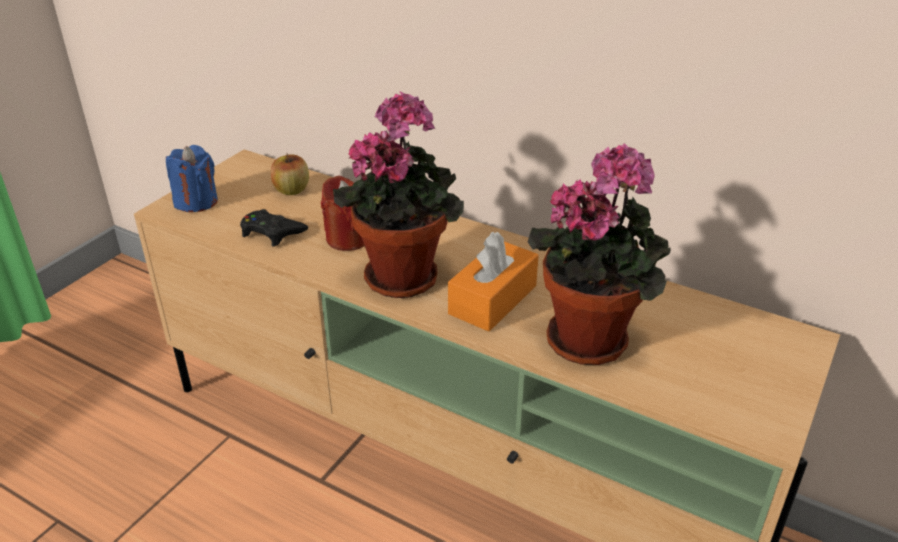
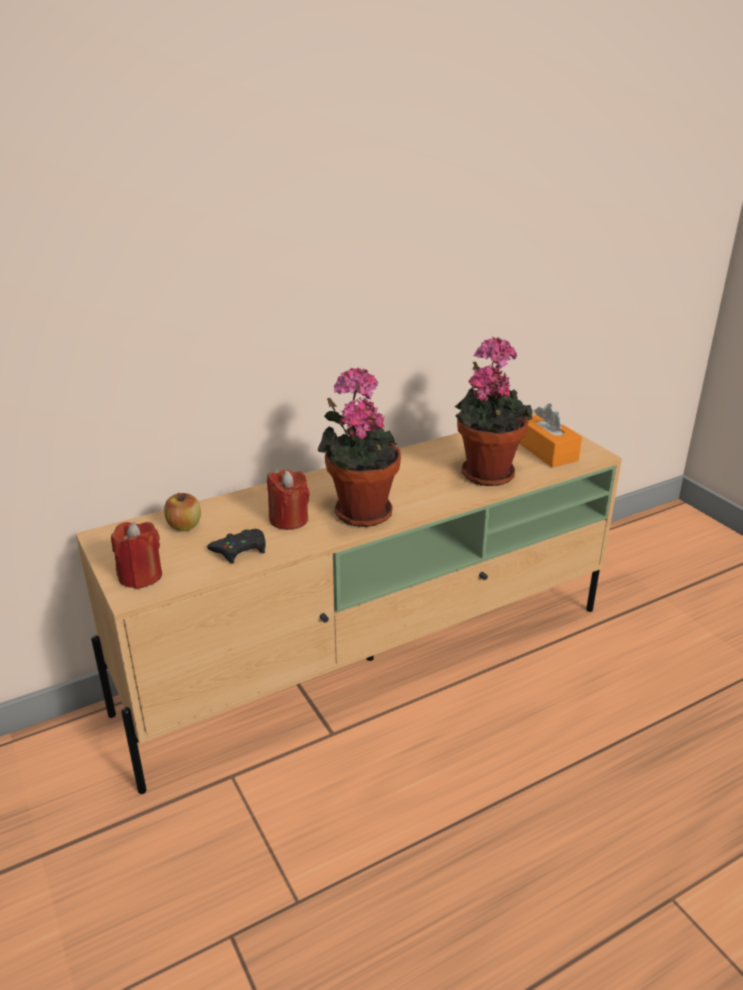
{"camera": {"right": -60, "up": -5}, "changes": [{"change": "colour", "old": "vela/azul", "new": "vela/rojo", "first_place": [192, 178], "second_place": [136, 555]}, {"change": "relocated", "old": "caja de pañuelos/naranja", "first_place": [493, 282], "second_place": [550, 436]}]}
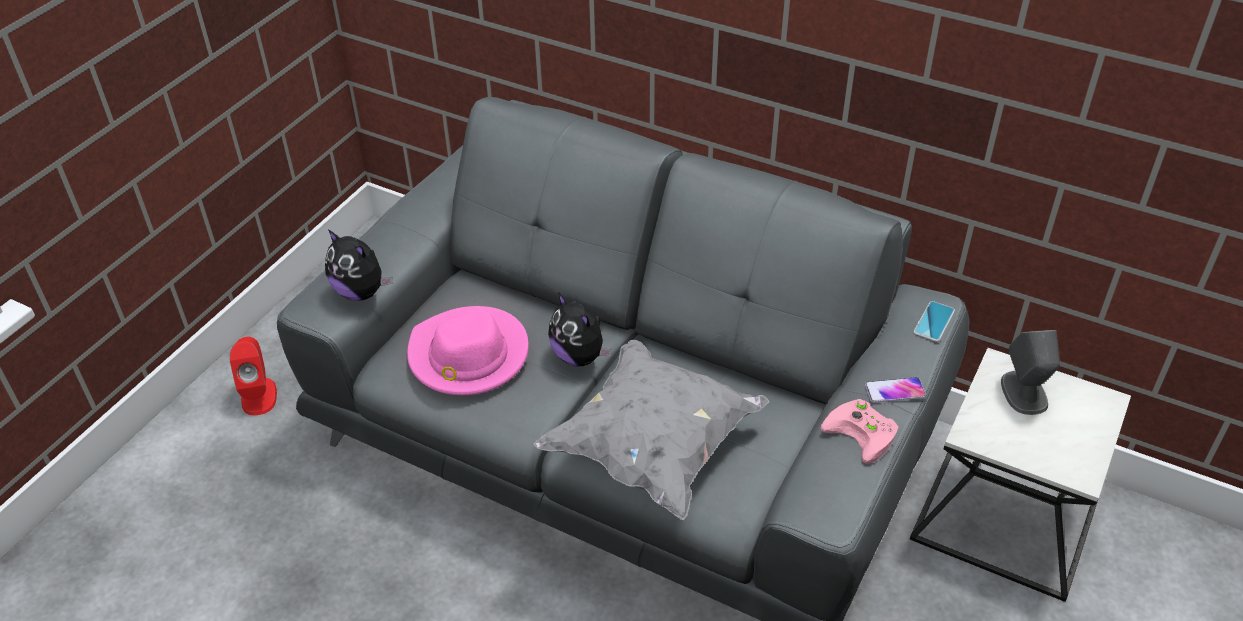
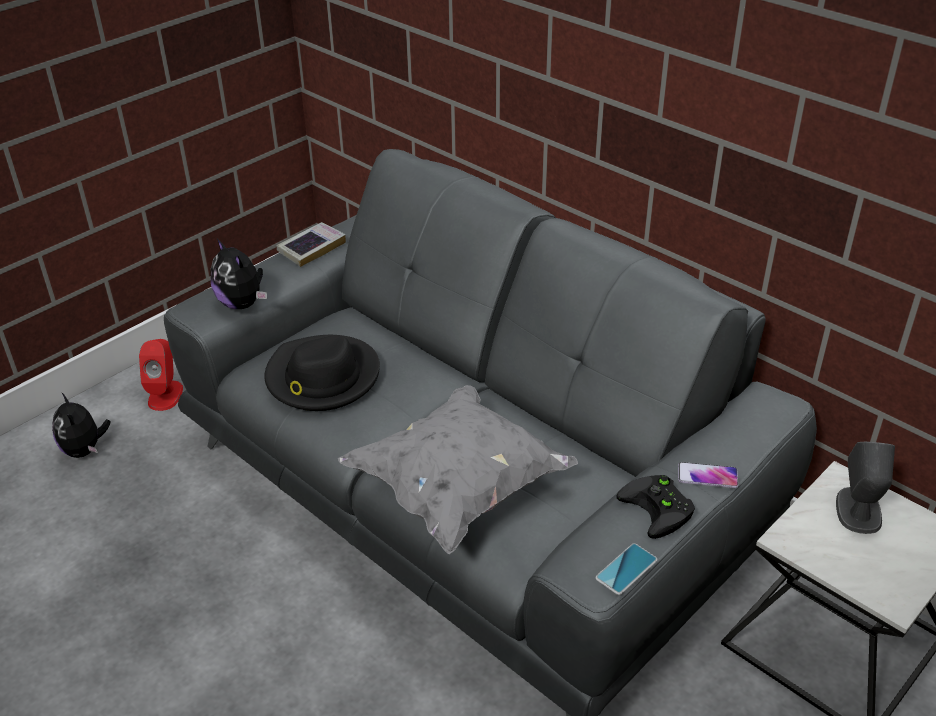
{"camera": {"right": 15, "up": -5}, "changes": [{"change": "relocated", "old": "peluche", "first_place": [580, 329], "second_place": [81, 425]}, {"change": "relocated", "old": "móvil", "first_place": [934, 321], "second_place": [626, 569]}, {"change": "colour", "old": "sombrero/rosa", "new": "sombrero/negro", "first_place": [468, 350], "second_place": [322, 373]}, {"change": "colour", "old": "mando de consola/rosa", "new": "mando de consola/negro", "first_place": [859, 431], "second_place": [655, 507]}, {"change": "appeared", "new": "libro", "second_place": [311, 244]}]}
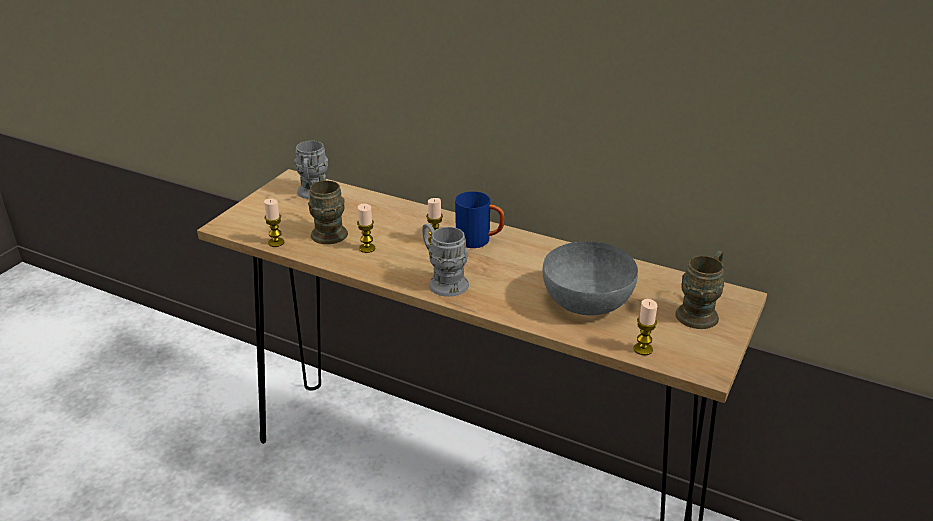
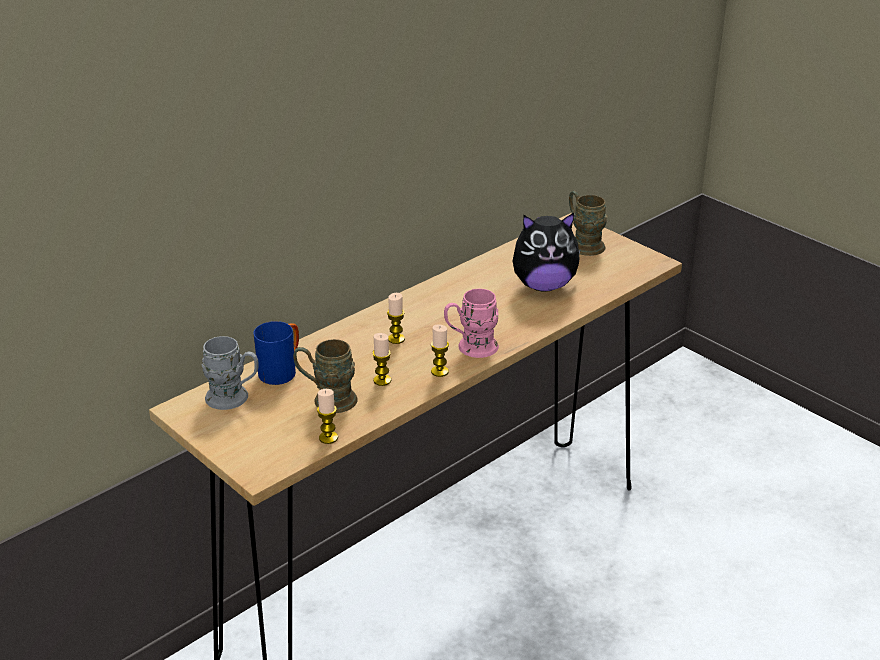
{"camera": {"right": -70, "up": 0}, "changes": [{"change": "relocated", "old": "taza grande/azul", "first_place": [480, 219], "second_place": [276, 353]}, {"change": "colour", "old": "taza grande/gris", "new": "taza grande/rosa", "first_place": [445, 260], "second_place": [471, 323]}, {"change": "exchanged", "old": "cuenco/gris", "new": "peluche", "first_place": [590, 278], "second_place": [547, 252]}, {"change": "relocated", "old": "vela", "first_place": [645, 327], "second_place": [440, 350]}]}
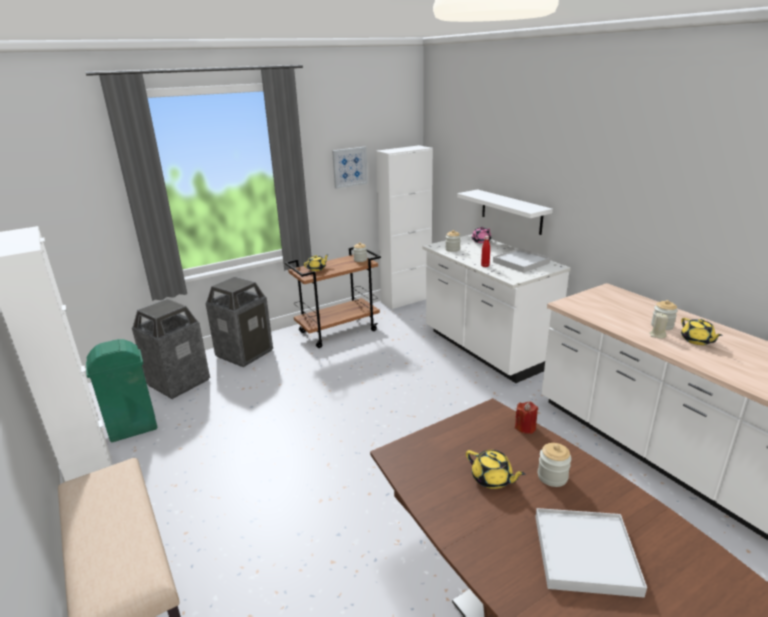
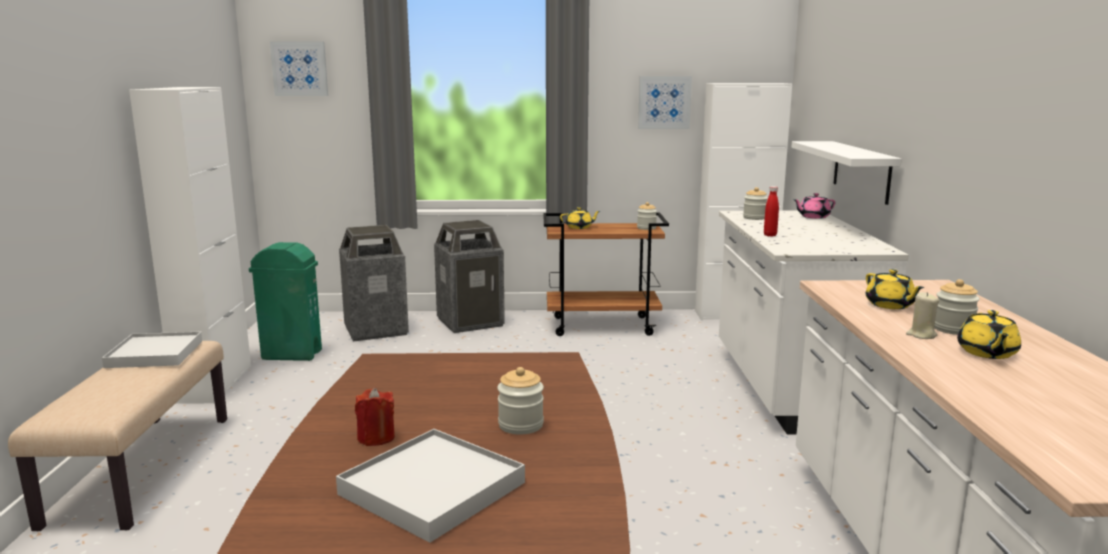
{"camera": {"right": 30, "up": -10}, "changes": [{"change": "relocated", "old": "bandeja/blanco", "first_place": [521, 260], "second_place": [152, 350]}, {"change": "relocated", "old": "vela/rojo", "first_place": [526, 417], "second_place": [375, 417]}, {"change": "relocated", "old": "tetera/amarillo", "first_place": [495, 469], "second_place": [895, 289]}, {"change": "appeared", "new": "cuadro", "second_place": [299, 69]}]}
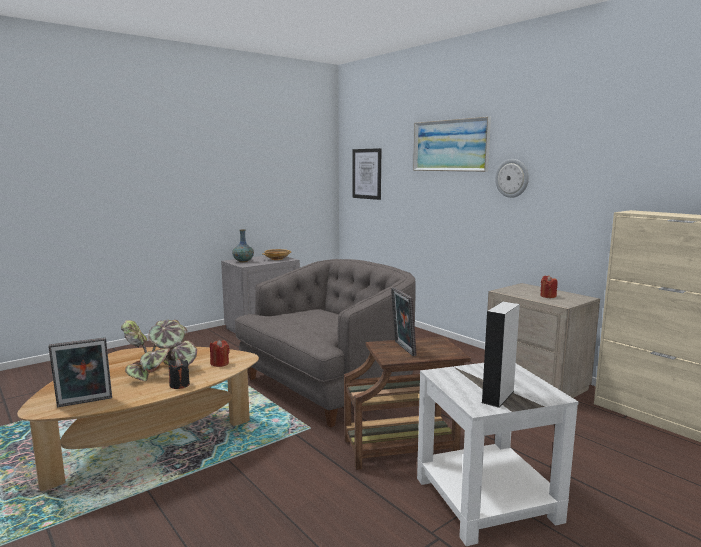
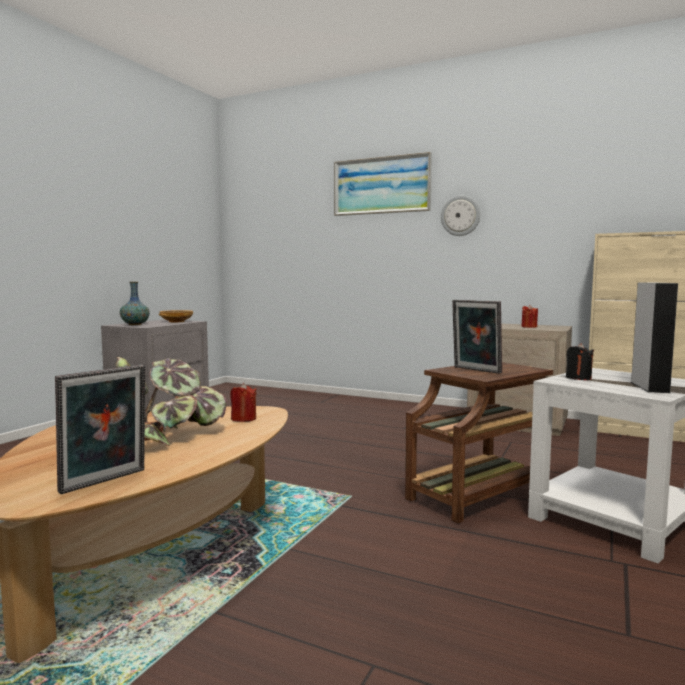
{"camera": {"right": -25, "up": -5}, "changes": [{"change": "missing", "old": "cuadro", "first_place": [367, 174]}, {"change": "missing", "old": "sillón/gris", "first_place": [325, 343]}, {"change": "relocated", "old": "vela/negro", "first_place": [179, 374], "second_place": [580, 361]}]}
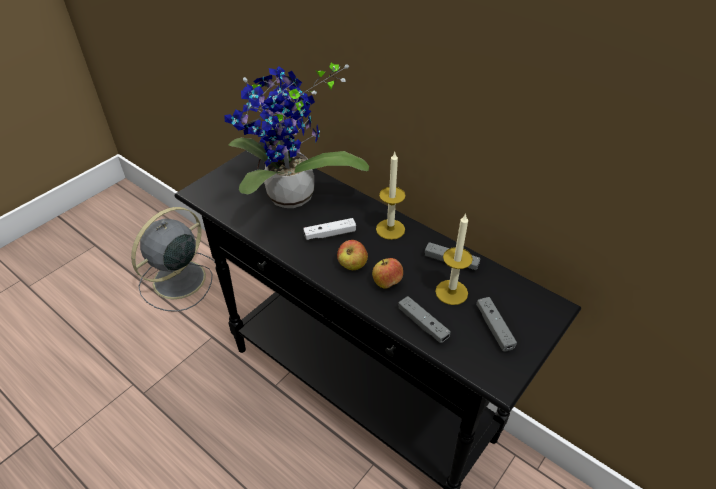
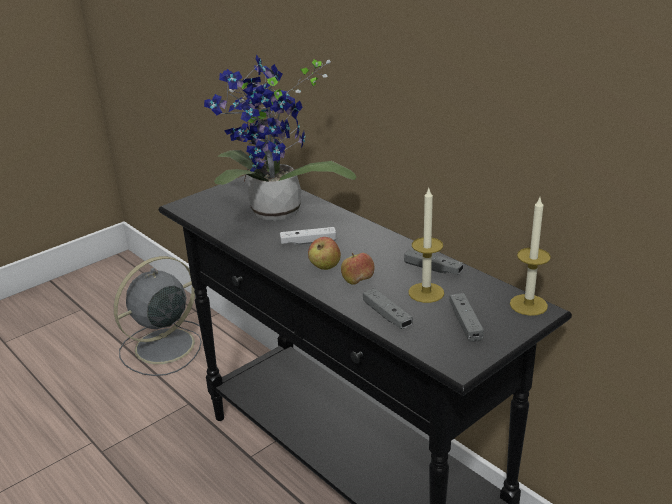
{"camera": {"right": 10, "up": -15}, "changes": [{"change": "relocated", "old": "vela", "first_place": [390, 196], "second_place": [530, 257]}]}
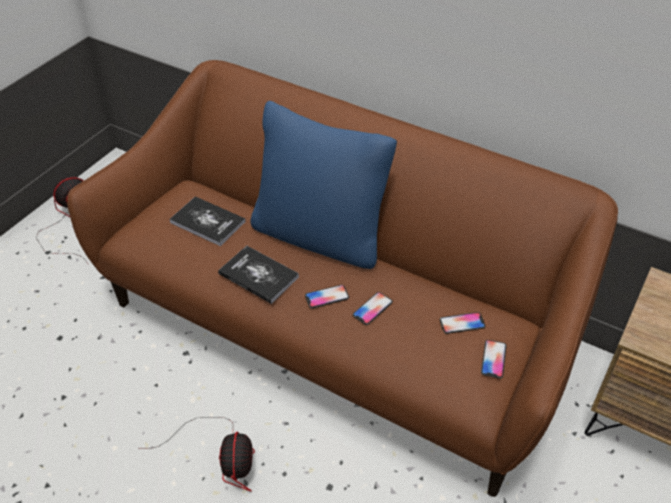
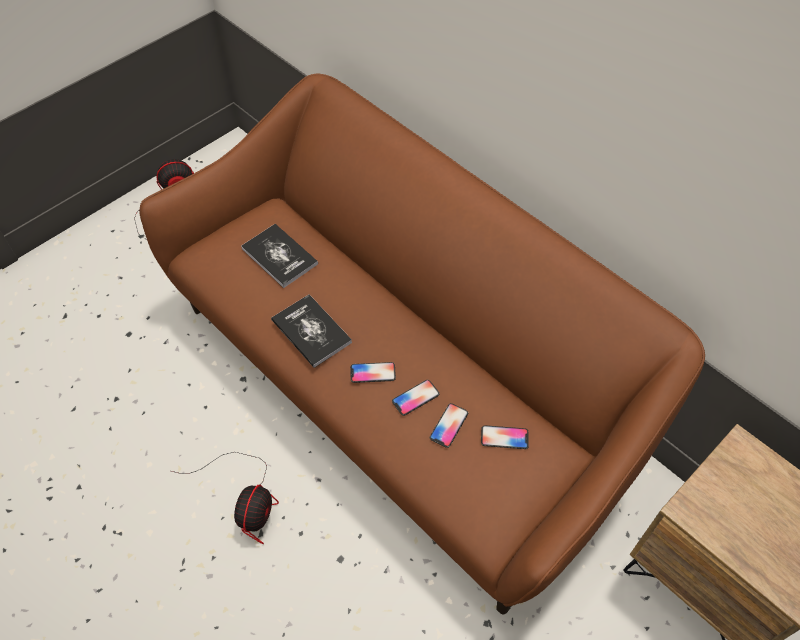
{"camera": {"right": 15, "up": 10}, "changes": [{"change": "missing", "old": "cojín/azul", "first_place": [323, 185]}, {"change": "relocated", "old": "móvil", "first_place": [494, 359], "second_place": [449, 425]}]}
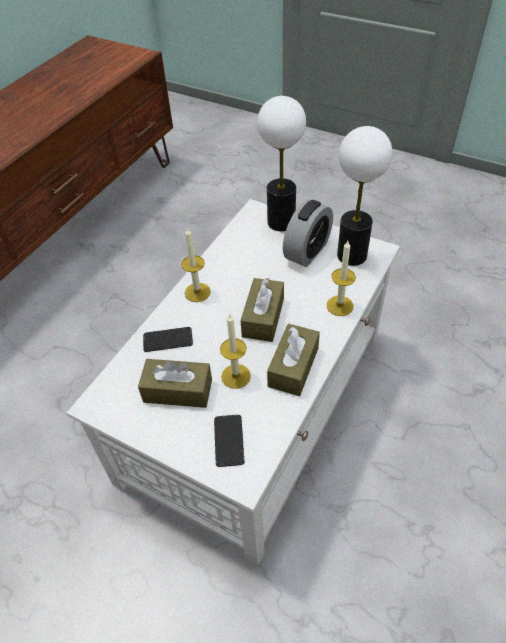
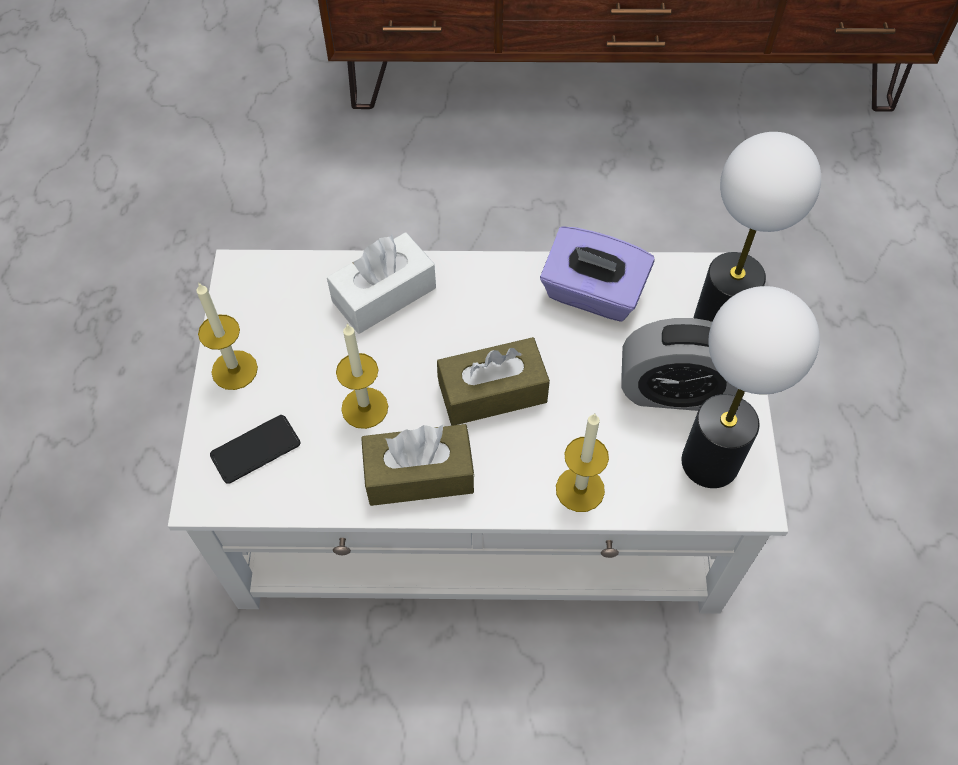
{"camera": {"right": 60, "up": 10}, "changes": [{"change": "relocated", "old": "vela", "first_place": [196, 265], "second_place": [227, 336]}, {"change": "exchanged", "old": "móvil", "new": "caja de pañuelos/blanco", "first_place": [168, 339], "second_place": [381, 283]}, {"change": "missing", "old": "caja de pañuelos/marrón", "first_place": [175, 383]}, {"change": "appeared", "new": "caja de pañuelos/morado", "second_place": [597, 274]}]}
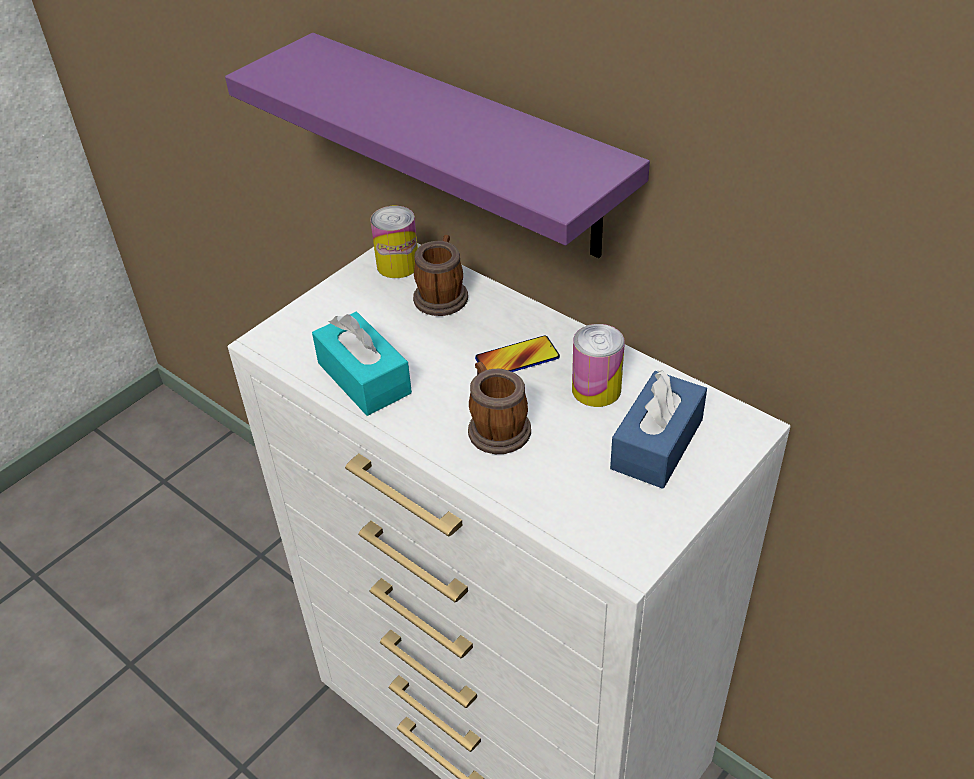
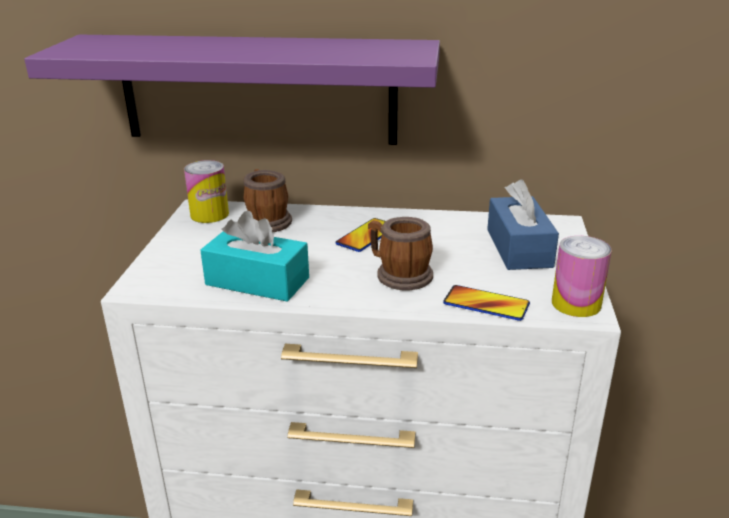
{"camera": {"right": -35, "up": -15}, "changes": [{"change": "relocated", "old": "lata", "first_place": [598, 365], "second_place": [582, 276]}, {"change": "appeared", "new": "móvil", "second_place": [486, 303]}]}
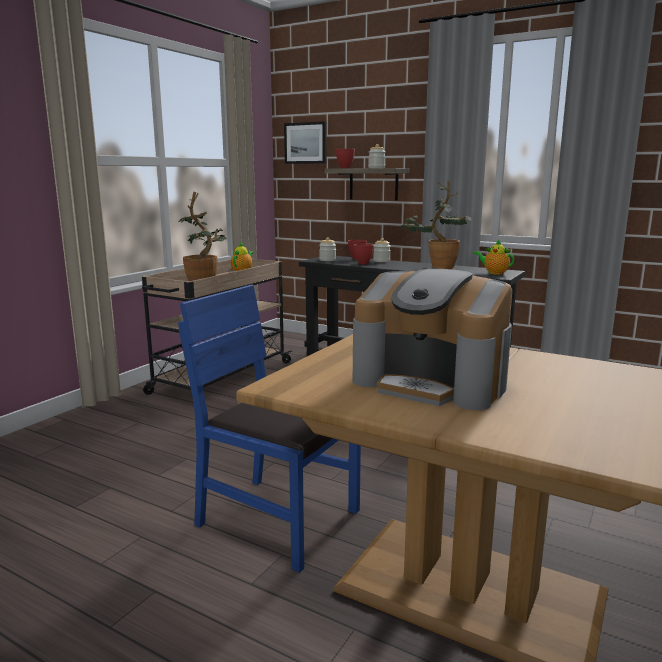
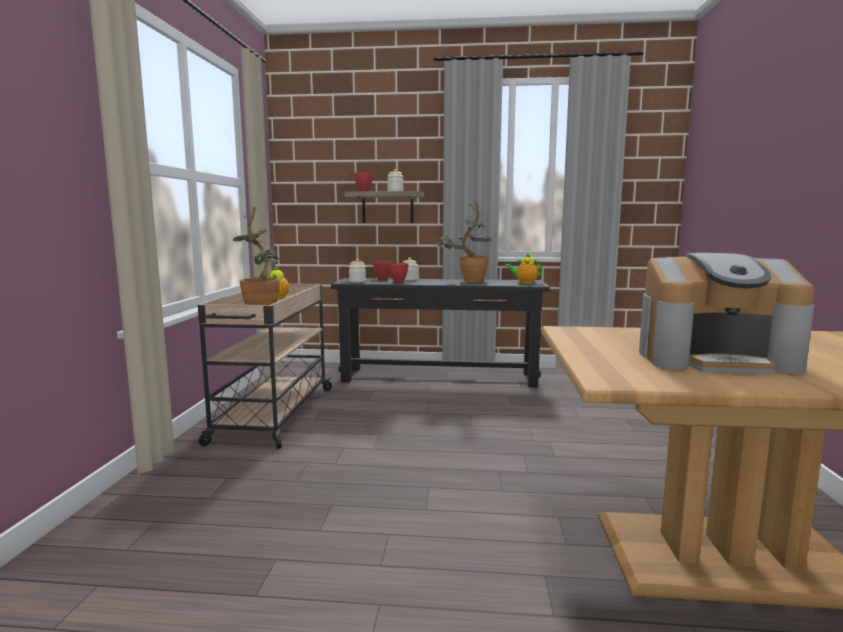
{"camera": {"right": -25, "up": -5}, "changes": [{"change": "missing", "old": "cuadro", "first_place": [305, 142]}, {"change": "missing", "old": "silla/azul", "first_place": [269, 429]}]}
